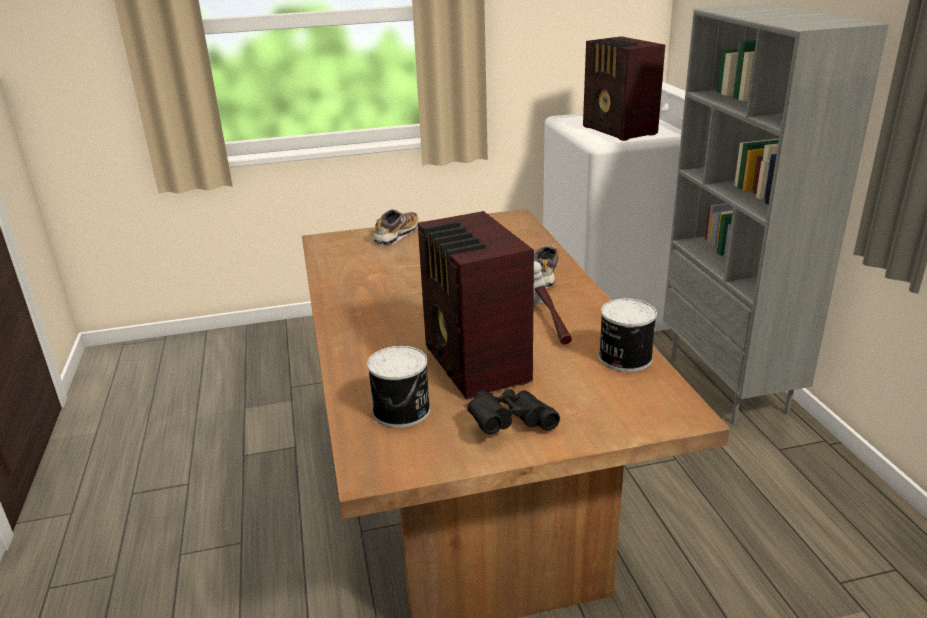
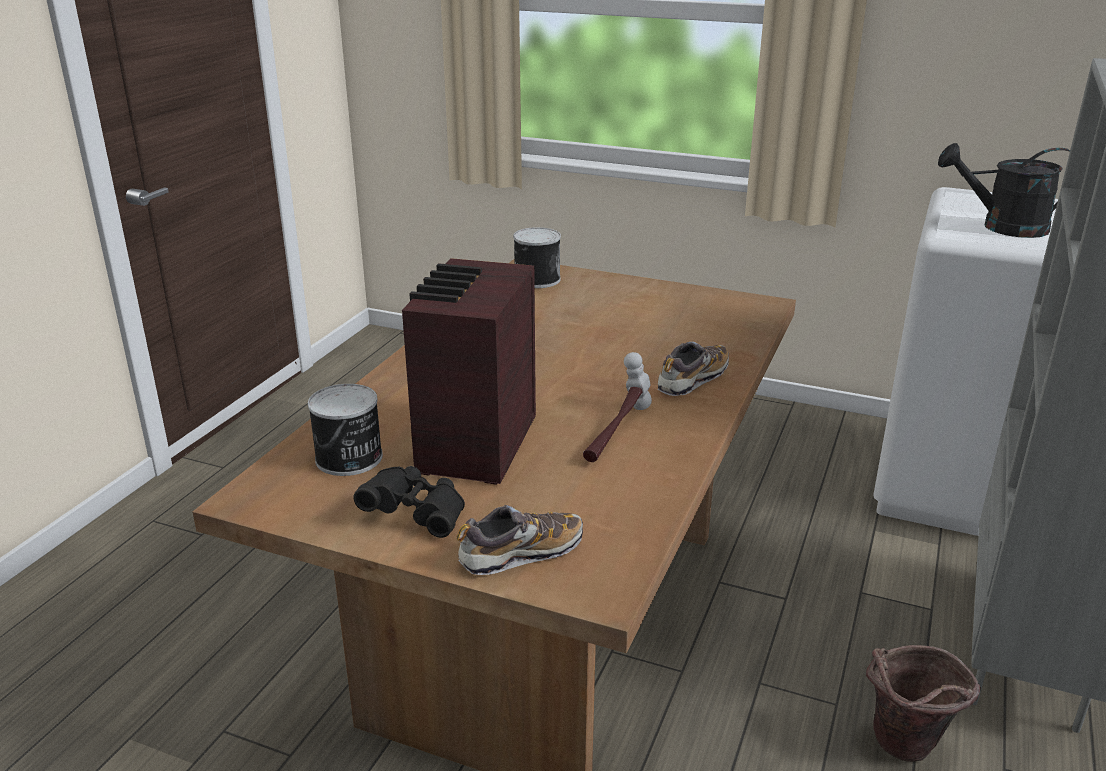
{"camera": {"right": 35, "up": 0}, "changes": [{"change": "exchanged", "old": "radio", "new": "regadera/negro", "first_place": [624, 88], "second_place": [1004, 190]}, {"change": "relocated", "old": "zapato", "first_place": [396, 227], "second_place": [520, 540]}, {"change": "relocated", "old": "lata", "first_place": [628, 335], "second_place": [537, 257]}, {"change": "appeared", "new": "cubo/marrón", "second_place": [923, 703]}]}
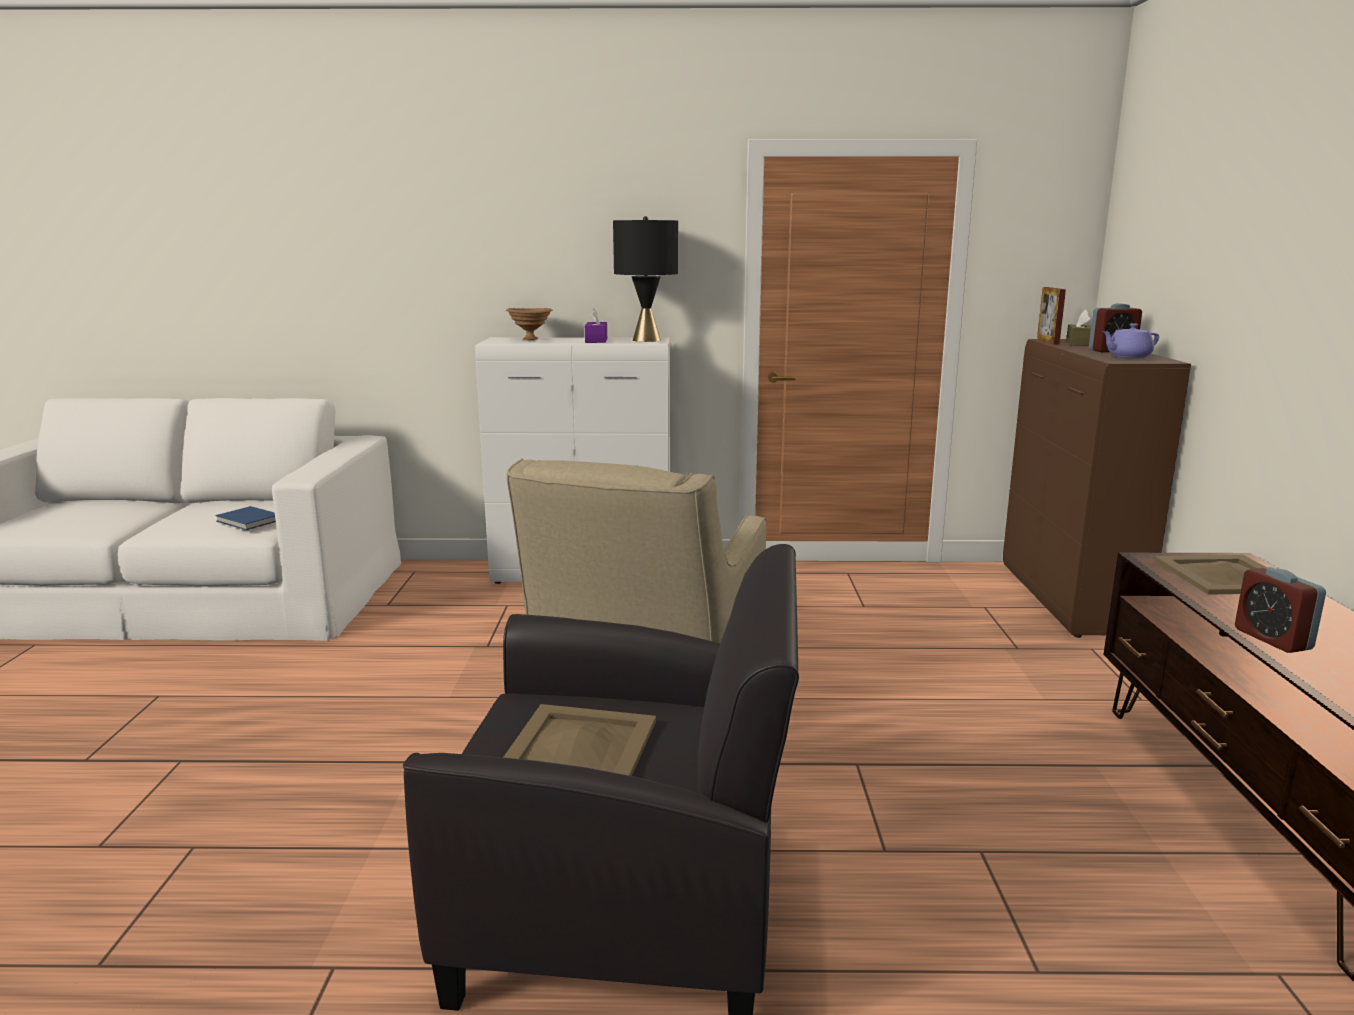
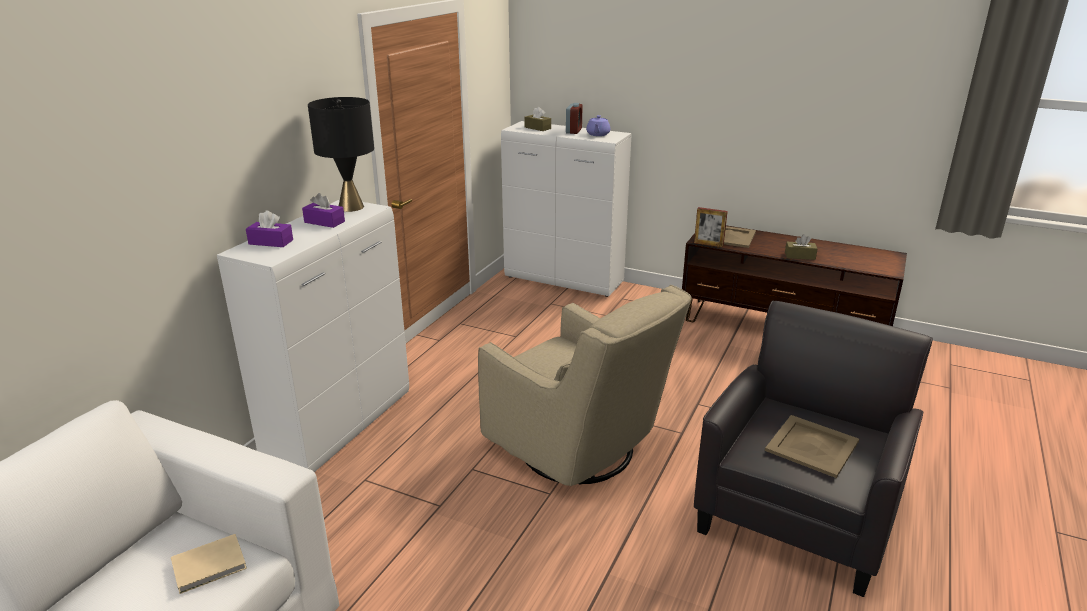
{"camera": {"right": -65, "up": 10}, "changes": [{"change": "relocated", "old": "portarretratos", "first_place": [1051, 315], "second_place": [711, 227]}, {"change": "exchanged", "old": "cuenco/marrón", "new": "caja de pañuelos/morado", "first_place": [529, 324], "second_place": [269, 228]}, {"change": "colour", "old": "armario/marrón", "new": "armario/blanco", "first_place": [1097, 488], "second_place": [566, 209]}, {"change": "colour", "old": "libro/azul", "new": "libro/beis", "first_place": [245, 518], "second_place": [209, 564]}, {"change": "exchanged", "old": "despertador", "new": "caja de pañuelos/marrón", "first_place": [1280, 610], "second_place": [801, 247]}]}
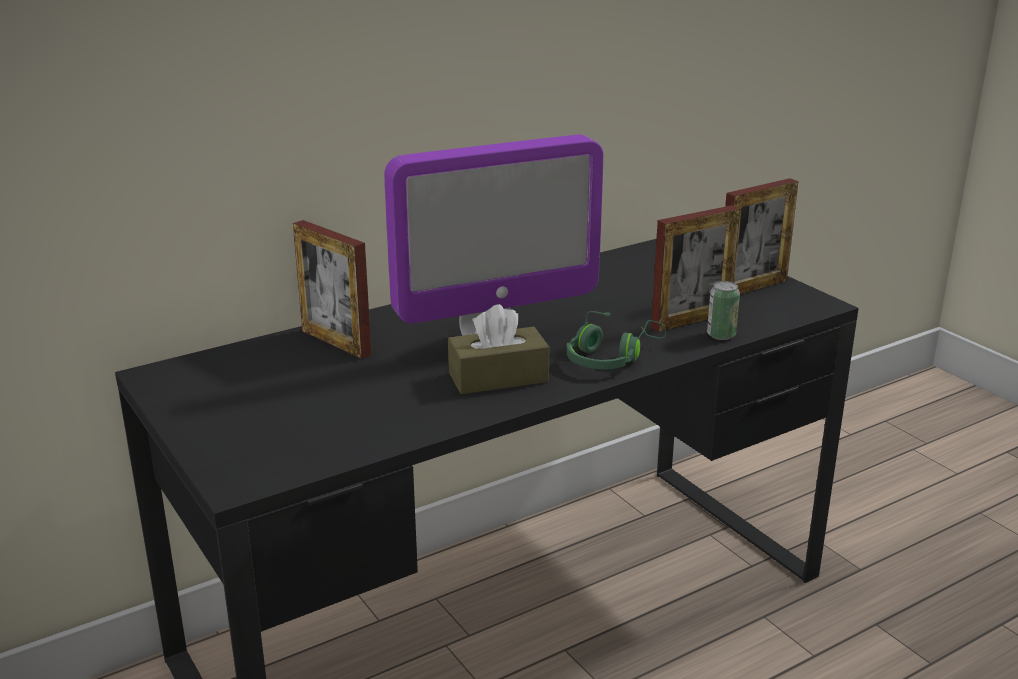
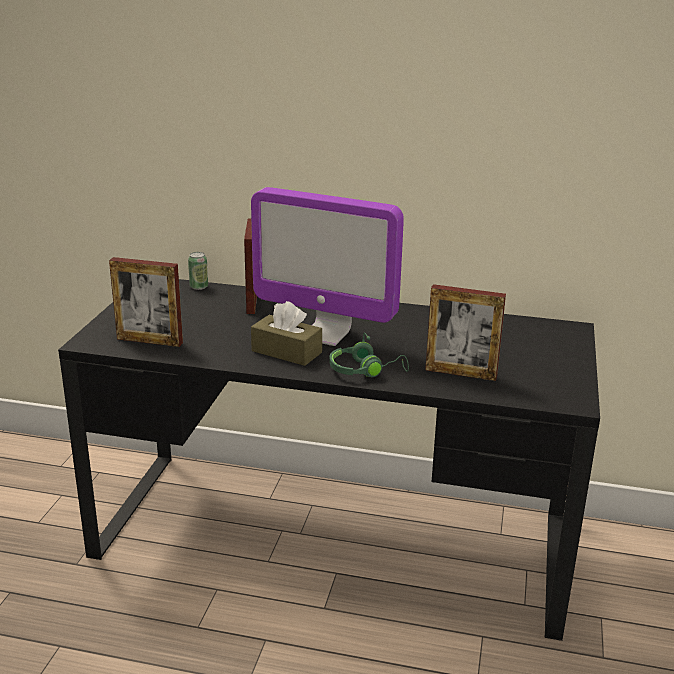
{"camera": {"right": 45, "up": 0}, "changes": [{"change": "relocated", "old": "portarretratos", "first_place": [761, 236], "second_place": [146, 302]}, {"change": "relocated", "old": "lata", "first_place": [723, 310], "second_place": [198, 271]}]}
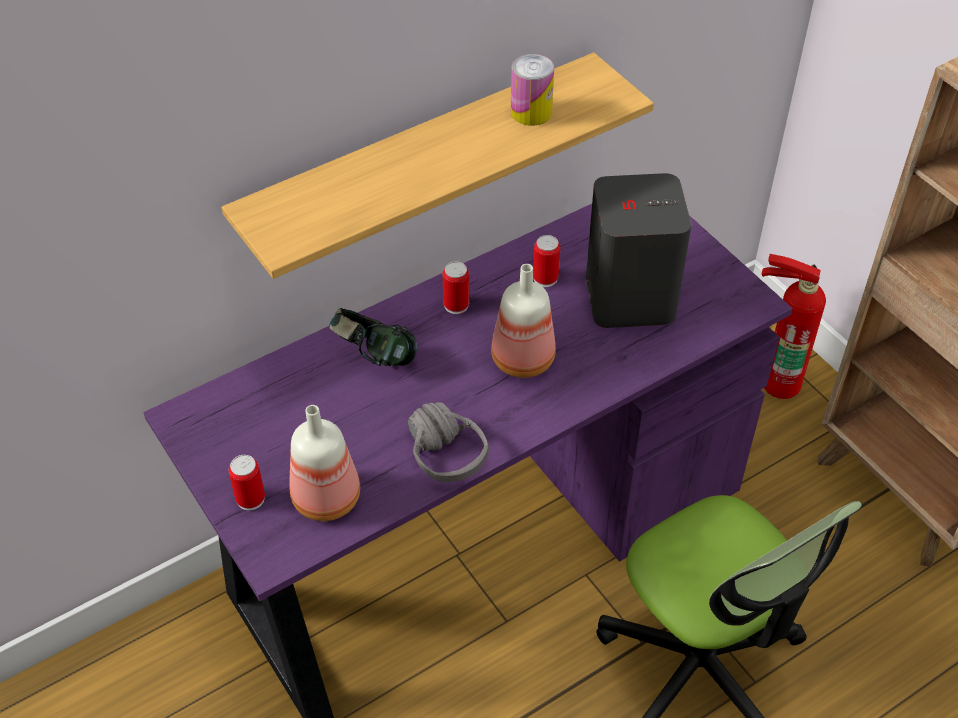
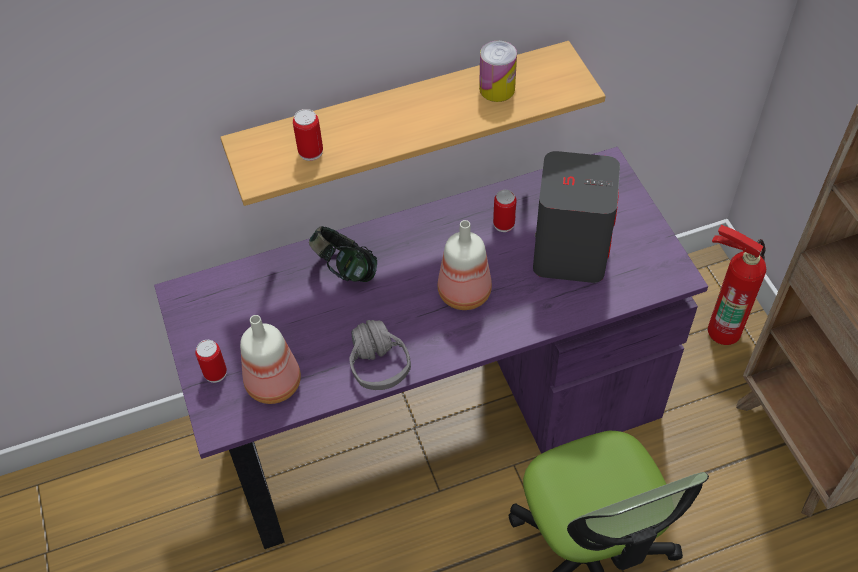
{"camera": {"right": 15, "up": 5}, "changes": [{"change": "relocated", "old": "lata", "first_place": [456, 287], "second_place": [308, 135]}]}
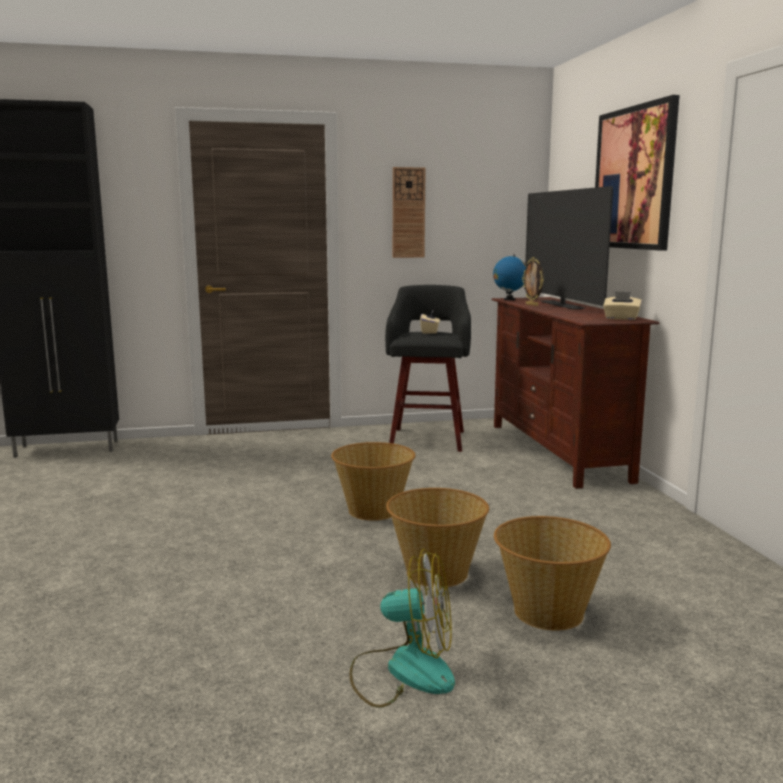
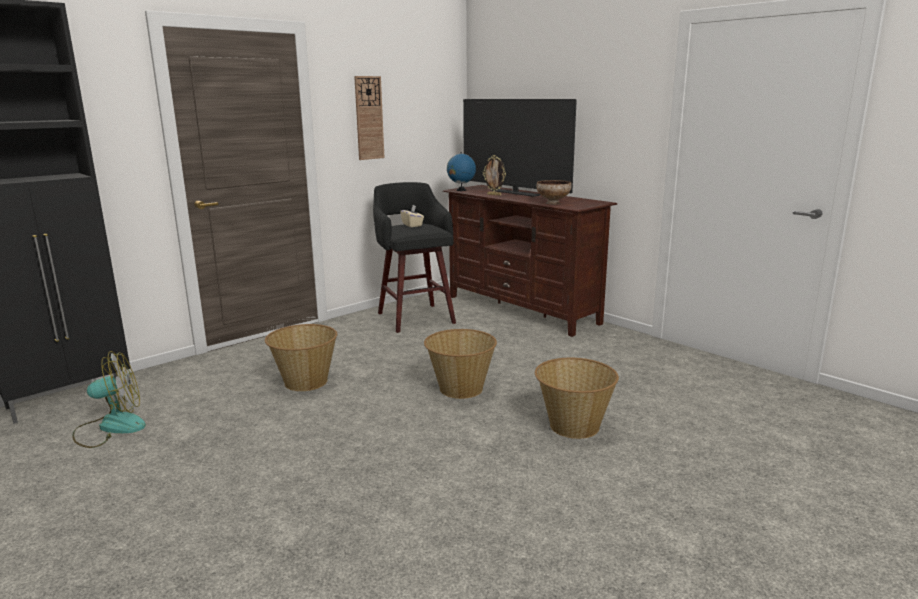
{"camera": {"right": -30, "up": 5}, "changes": [{"change": "missing", "old": "cuadro", "first_place": [637, 173]}, {"change": "missing", "old": "caja de pañuelos/beis", "first_place": [622, 305]}, {"change": "relocated", "old": "cesta", "first_place": [552, 573], "second_place": [301, 357]}, {"change": "relocated", "old": "ventilador", "first_place": [402, 628], "second_place": [109, 399]}, {"change": "appeared", "new": "cuenco", "second_place": [554, 192]}]}
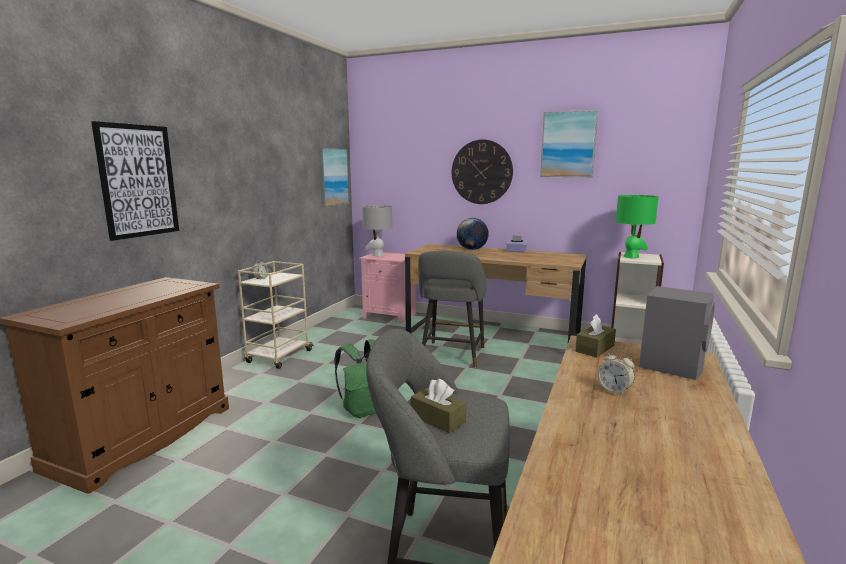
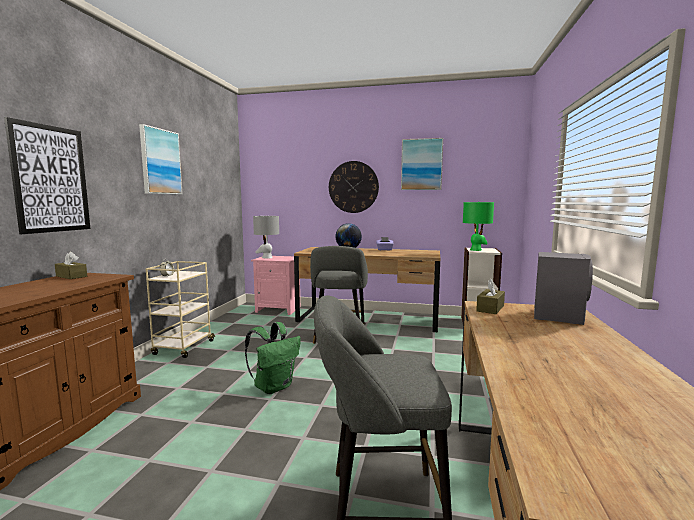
{"camera": {"right": -10, "up": -5}, "changes": [{"change": "relocated", "old": "cuadro", "first_place": [334, 177], "second_place": [161, 159]}, {"change": "missing", "old": "despertador", "first_place": [616, 373]}, {"change": "relocated", "old": "caja de pañuelos/marrón", "first_place": [438, 406], "second_place": [71, 265]}]}
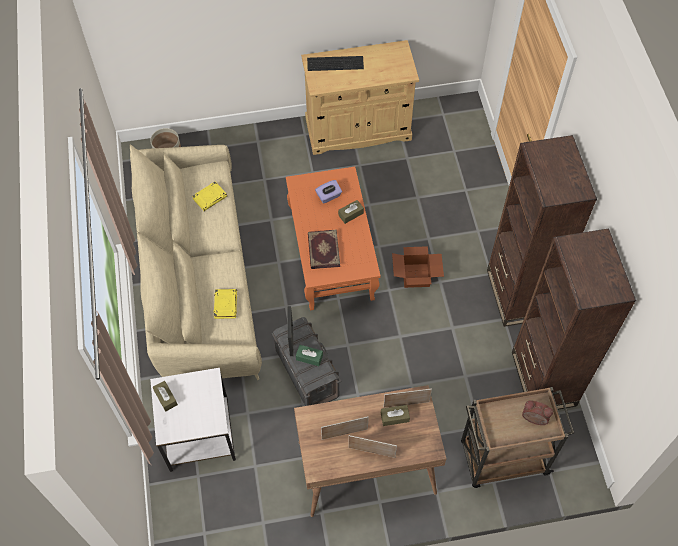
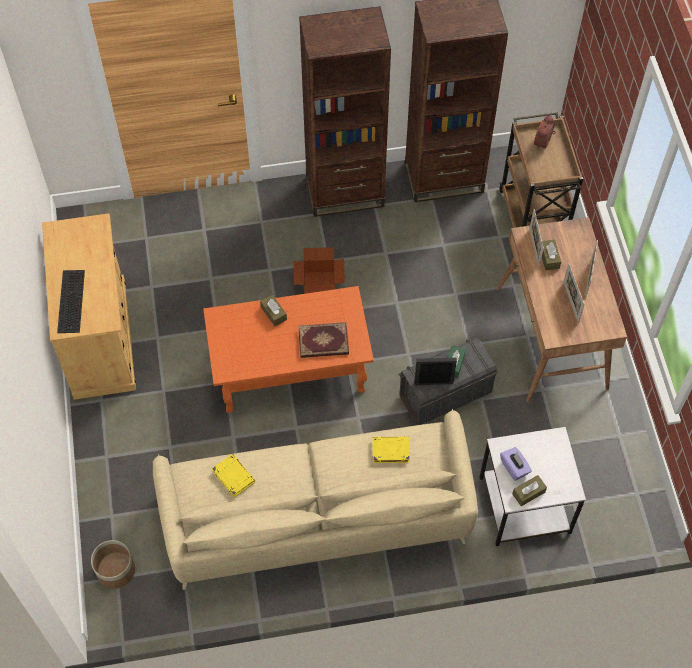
{"camera": {"right": -90, "up": 0}, "changes": [{"change": "relocated", "old": "caja de pañuelos/morado", "first_place": [328, 192], "second_place": [516, 464]}]}
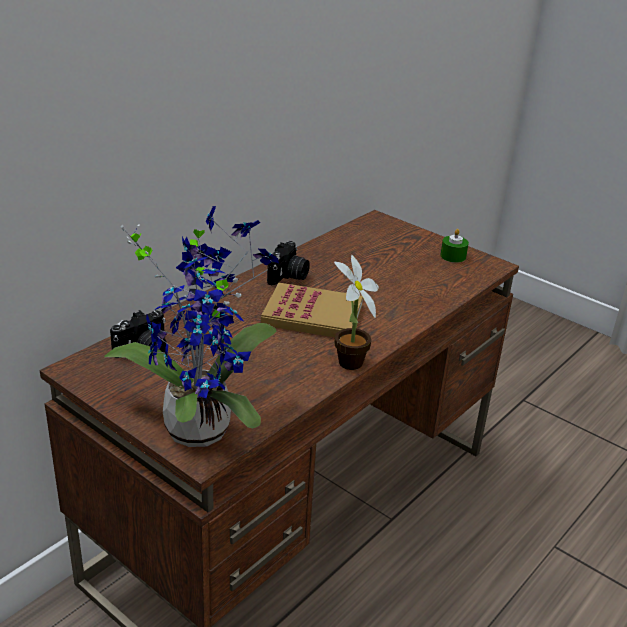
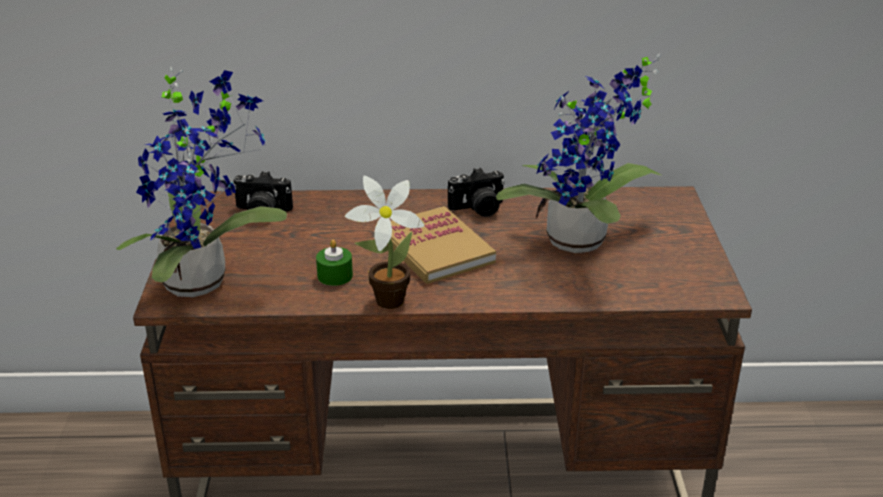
{"camera": {"right": 50, "up": 0}, "changes": [{"change": "relocated", "old": "vela/verde", "first_place": [455, 246], "second_place": [334, 263]}, {"change": "appeared", "new": "planta en maceta", "second_place": [579, 153]}]}
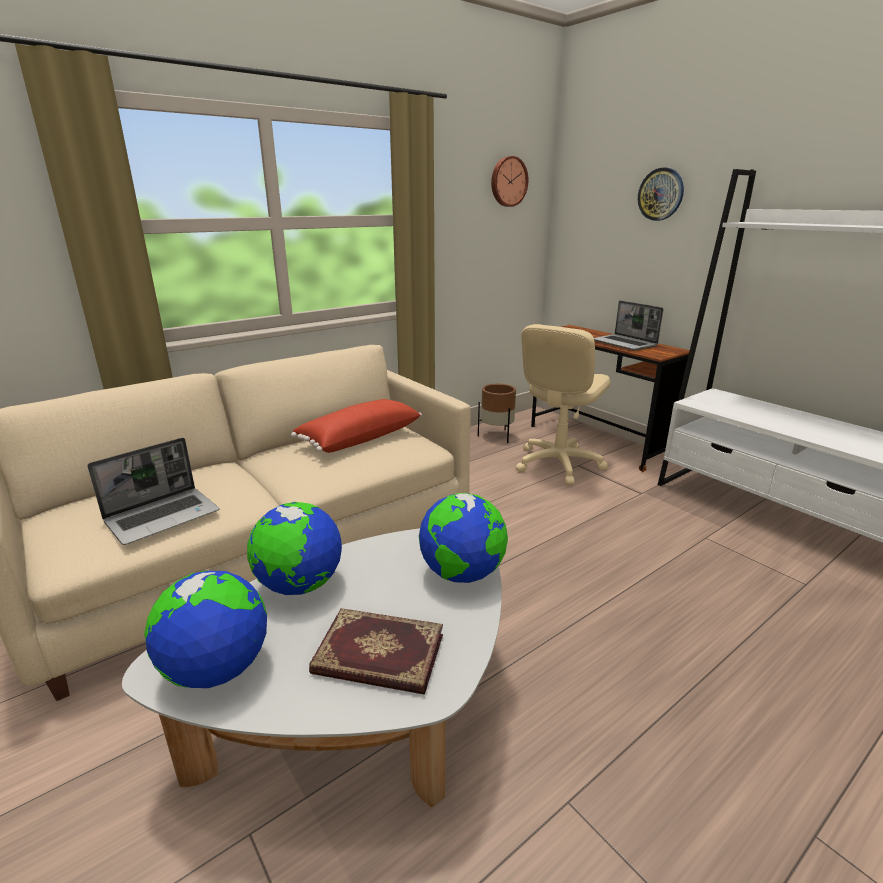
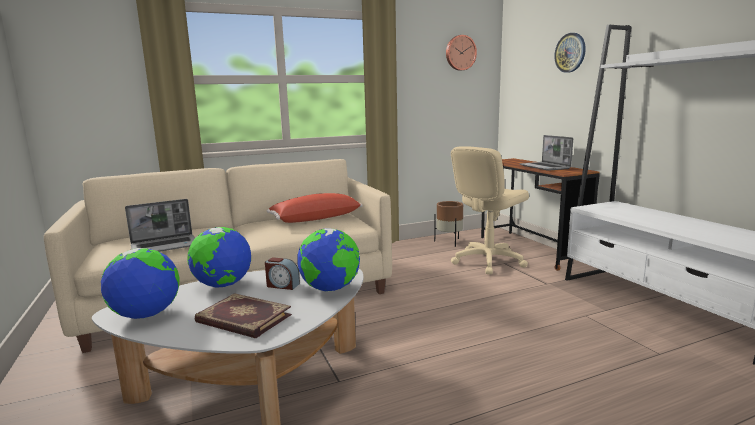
{"camera": {"right": 15, "up": -10}, "changes": [{"change": "appeared", "new": "despertador", "second_place": [282, 273]}]}
